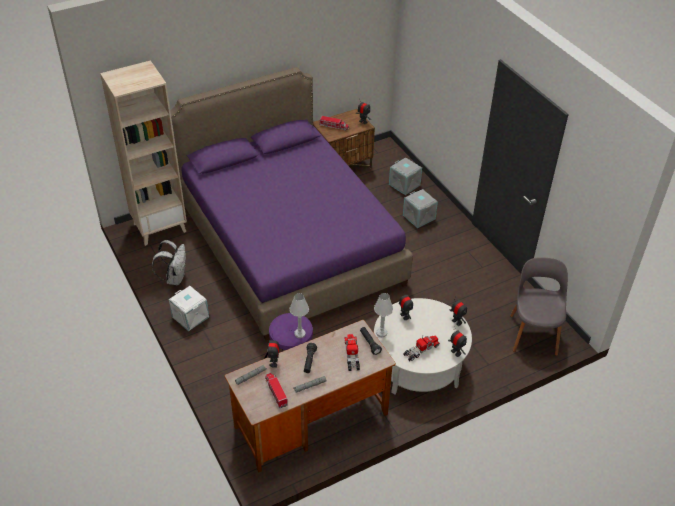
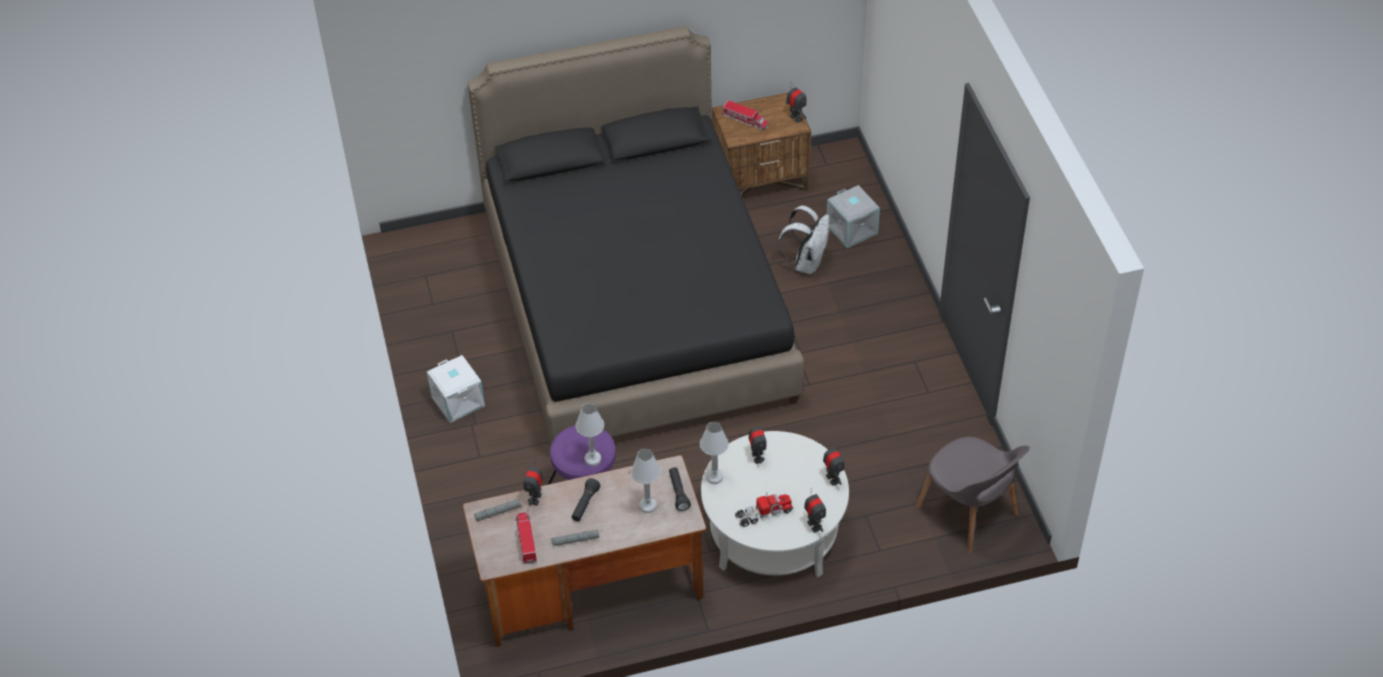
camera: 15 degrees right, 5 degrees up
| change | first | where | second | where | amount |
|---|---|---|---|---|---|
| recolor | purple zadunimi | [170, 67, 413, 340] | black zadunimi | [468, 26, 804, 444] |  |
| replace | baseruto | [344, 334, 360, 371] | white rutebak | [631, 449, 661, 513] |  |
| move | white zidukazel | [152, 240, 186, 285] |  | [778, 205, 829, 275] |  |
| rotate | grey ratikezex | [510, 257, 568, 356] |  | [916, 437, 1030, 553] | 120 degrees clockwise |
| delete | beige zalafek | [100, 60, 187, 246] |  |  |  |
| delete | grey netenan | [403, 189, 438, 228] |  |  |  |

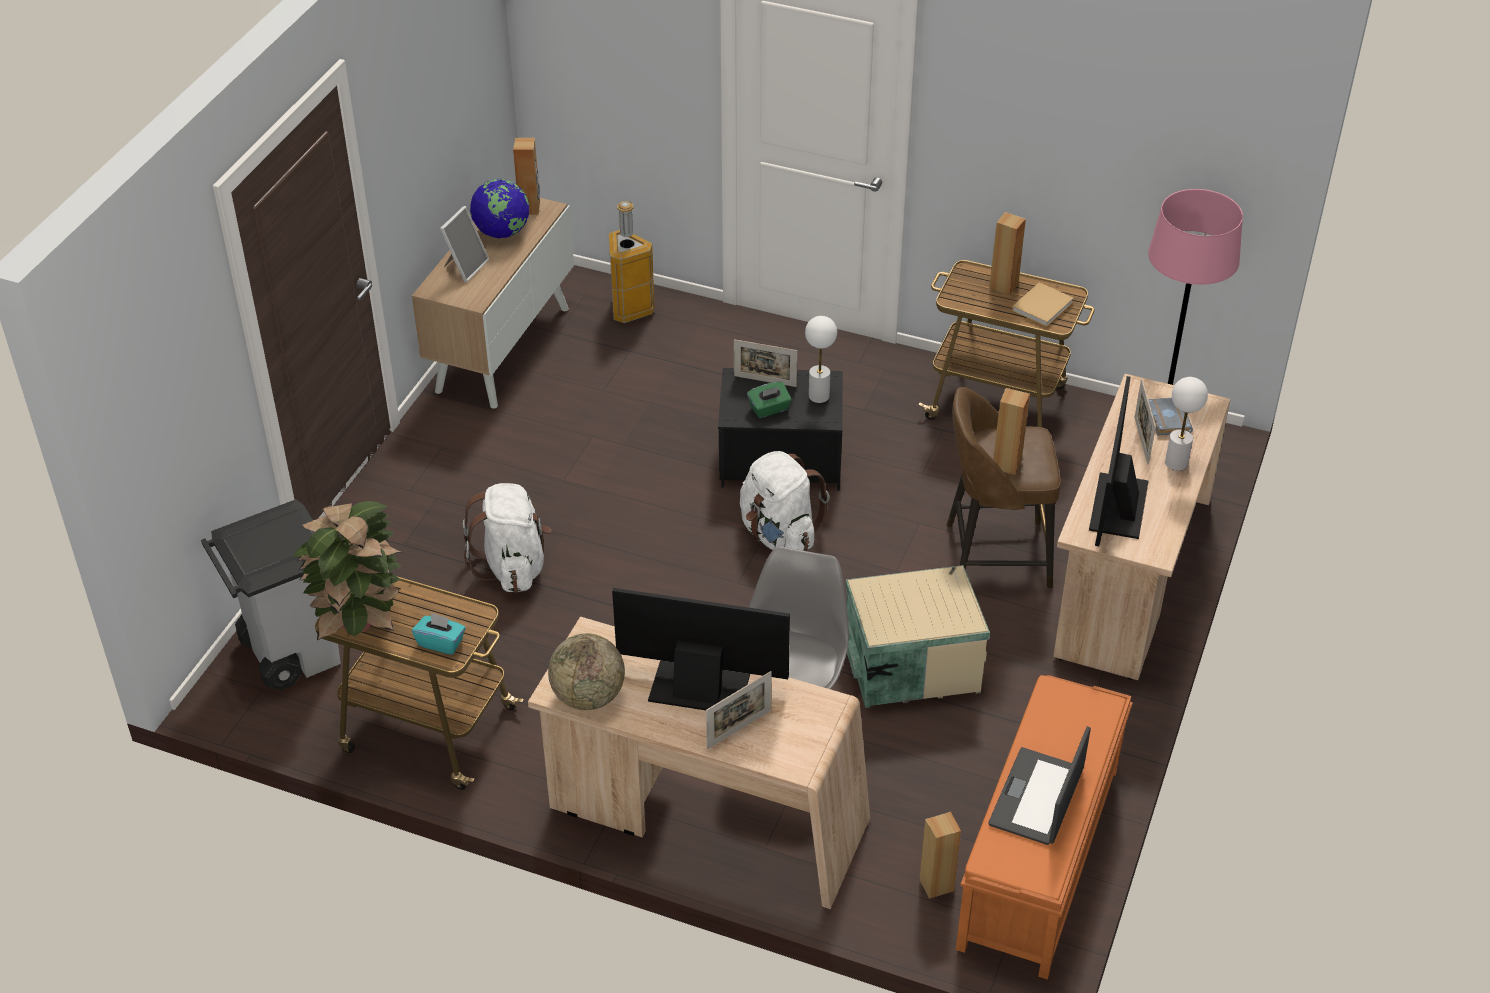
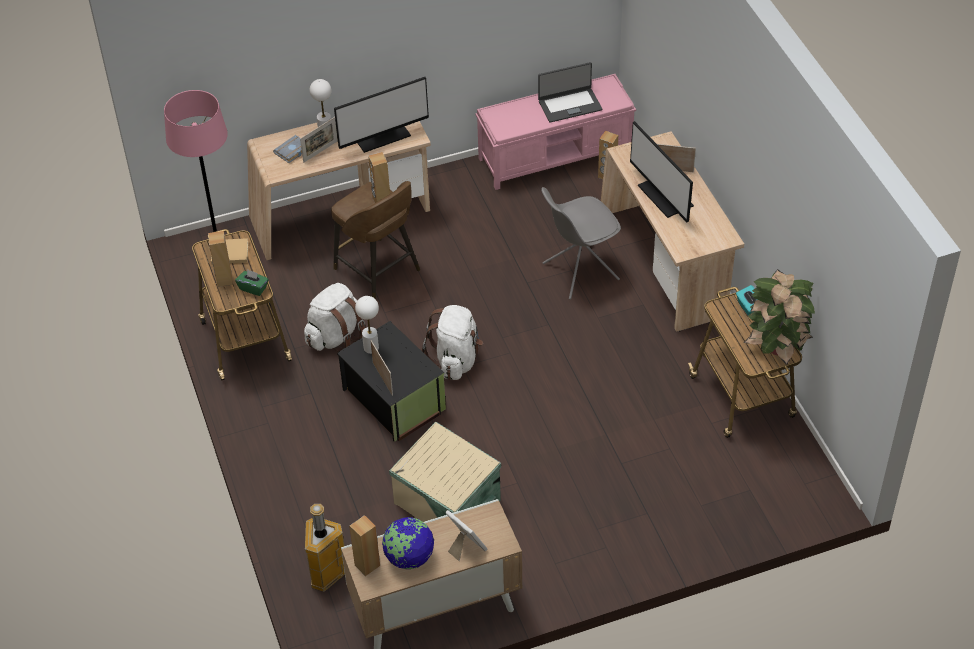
camera: 130 degrees left, 5 degrees up
| change | first | where | second | where | amount |
|---|---|---|---|---|---|
| move | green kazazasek | [747, 382, 792, 418] |  | [235, 269, 268, 296] |  |
| move | white zidukazel | [462, 483, 551, 593] |  | [304, 283, 365, 352] |  |
| move | beige netenan | [845, 565, 990, 708] |  | [389, 422, 501, 522] |  |
| rotate | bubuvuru | [440, 206, 490, 282] |  | [446, 510, 487, 561] | 60 degrees clockwise |
| recolor | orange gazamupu | [956, 675, 1133, 979] | pink gazamupu | [475, 74, 636, 190] |  |
| delete | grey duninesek | [201, 499, 341, 690] |  |  |  |
| delete | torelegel | [548, 633, 625, 710] |  |  |  |

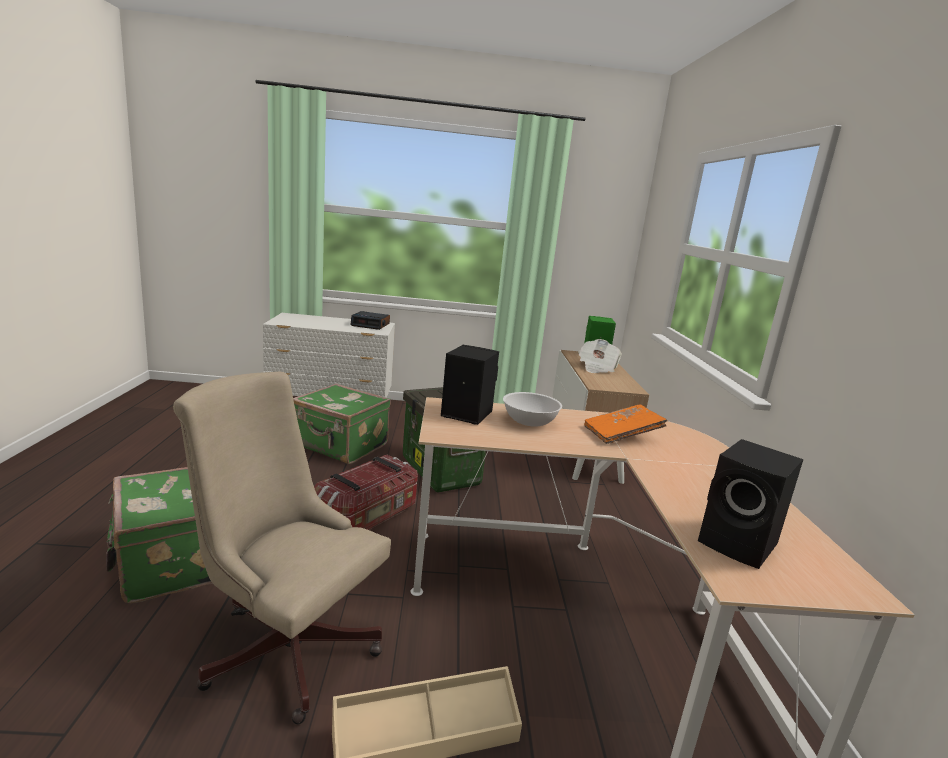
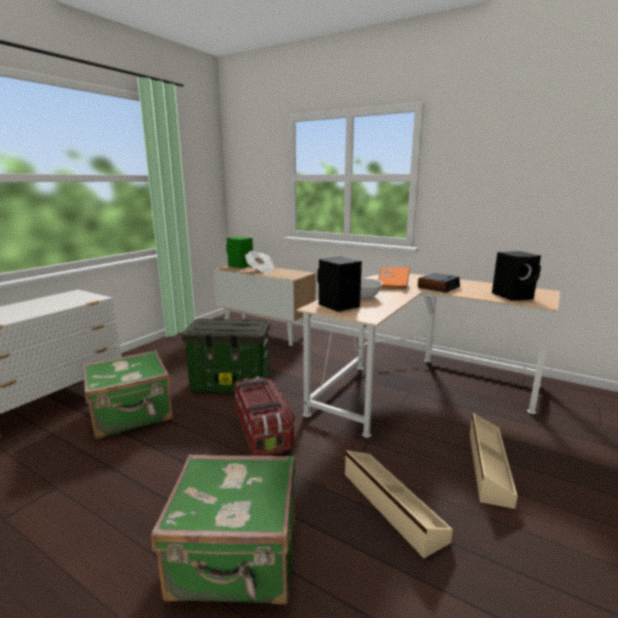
camera: 55 degrees left, 0 degrees up
| change | first | where | second | where | amount |
|---|---|---|---|---|---|
| replace | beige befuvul | [173, 372, 391, 724] | beige netenan | [345, 450, 453, 558] |  |
| move | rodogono | [350, 311, 390, 330] |  | [418, 273, 460, 293] |  |

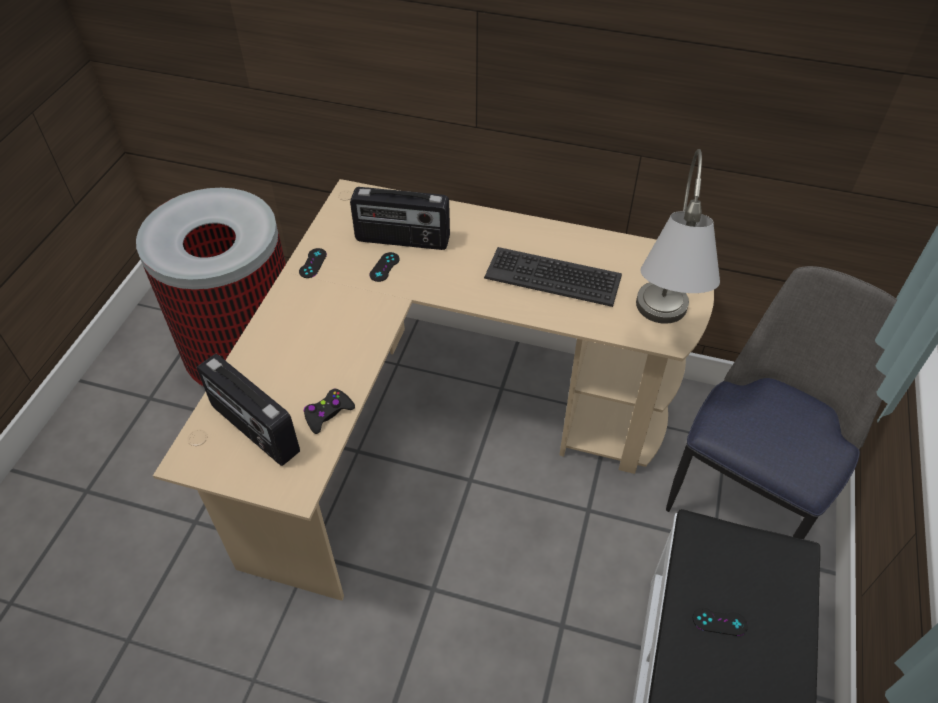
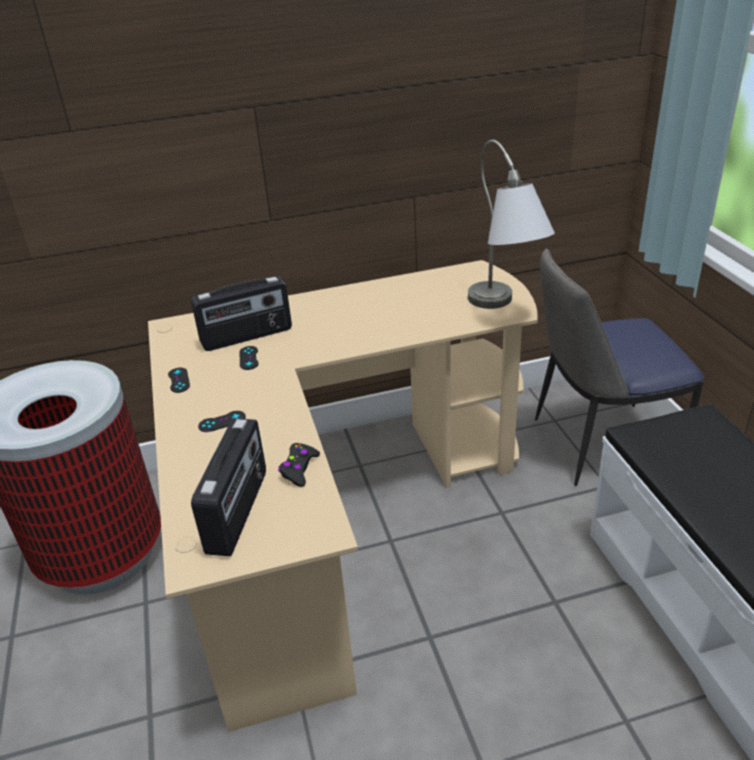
camera: 30 degrees left, 15 degrees down
| change | first | where | second | where | amount |
|---|---|---|---|---|---|
| rotate | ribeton | [197, 354, 300, 466] |  | [191, 418, 266, 556] | 90 degrees counterclockwise |
| move | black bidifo | [693, 608, 748, 636] |  | [198, 411, 246, 432] |  |
| rotate | ratikezex | [666, 266, 898, 539] |  | [535, 248, 705, 486] | 105 degrees counterclockwise |
| delete | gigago | [484, 247, 622, 307] |  |  |  |

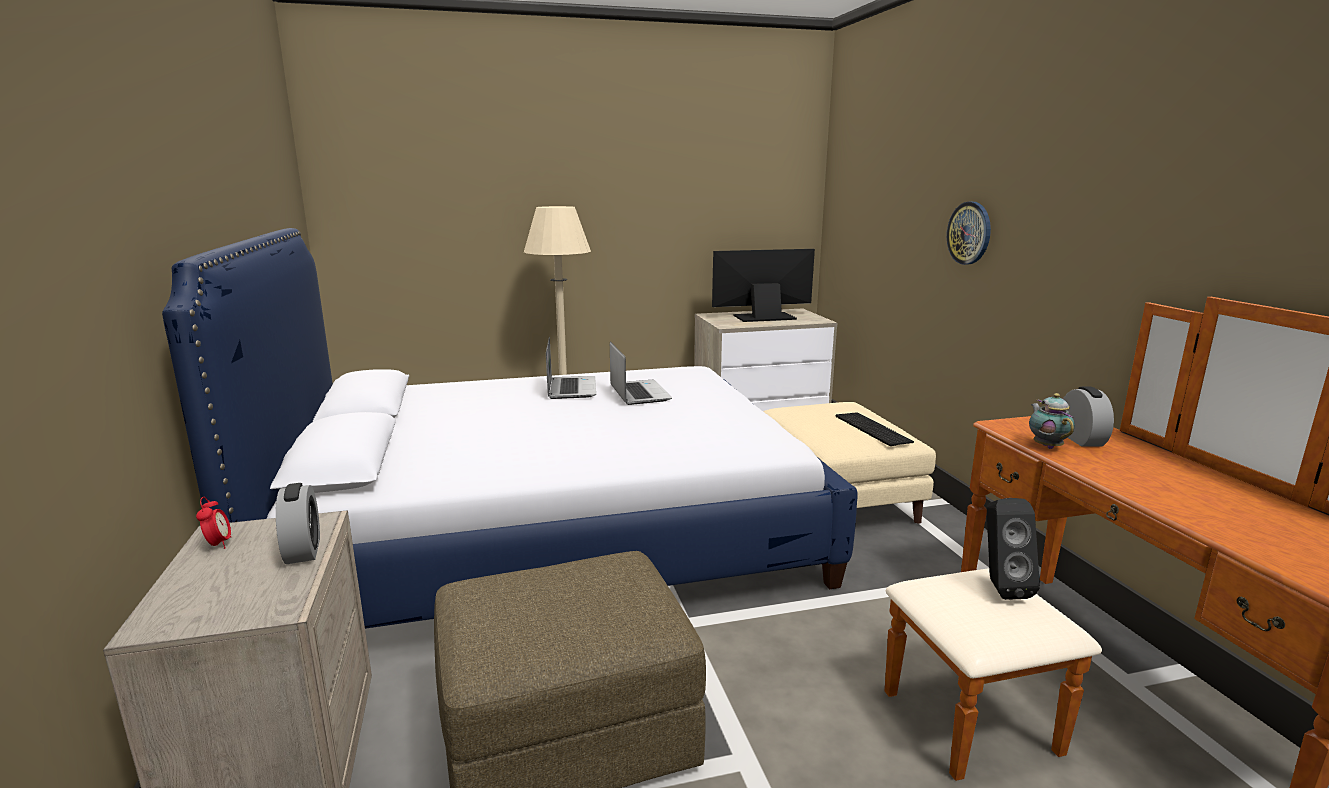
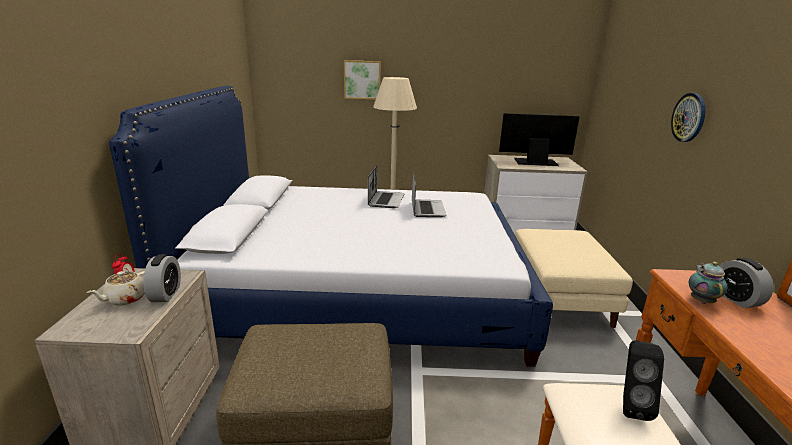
camera: 15 degrees right, 5 degrees up
| change | first | where | second | where | amount |
|---|---|---|---|---|---|
| insert |  |  | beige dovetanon | [87, 271, 145, 305] |  |
| insert |  |  | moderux | [344, 60, 381, 100] |  |
| rotate | rodogono | [1063, 387, 1114, 447] |  | [720, 258, 774, 308] | 150 degrees clockwise |
| delete | gigago | [836, 412, 914, 446] |  |  |  |

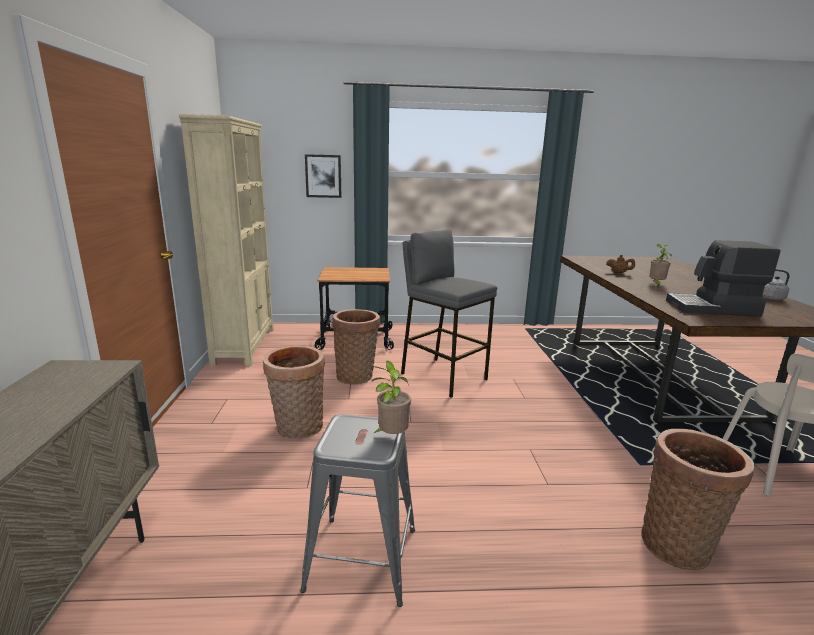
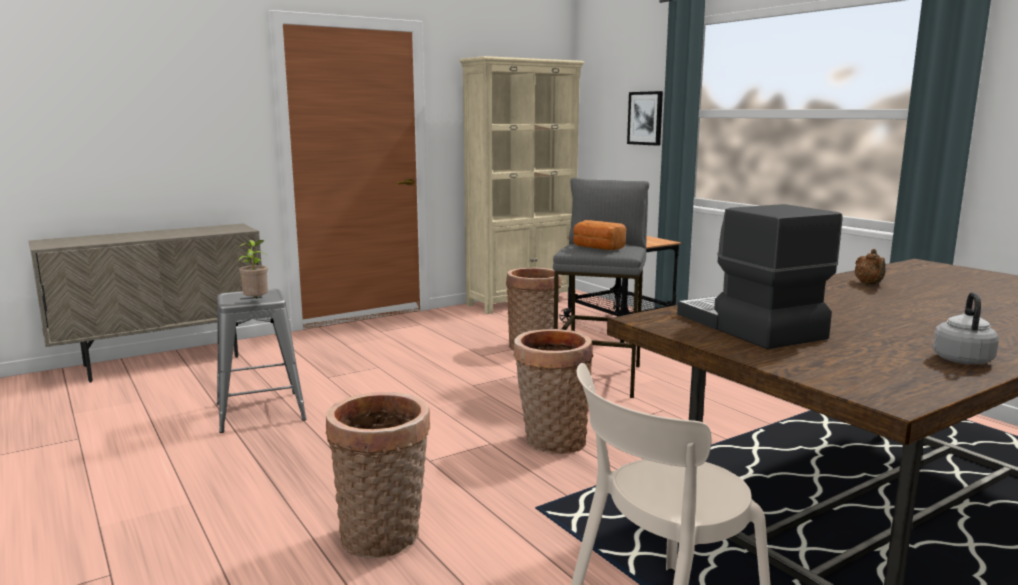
camera: 60 degrees right, 5 degrees down
| change | first | where | second | where | amount |
|---|---|---|---|---|---|
| move | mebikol | [263, 345, 325, 439] |  | [513, 329, 593, 454] |  |
| insert |  |  | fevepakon | [573, 220, 626, 250] |  |
| delete | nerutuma | [649, 244, 672, 287] |  |  |  |

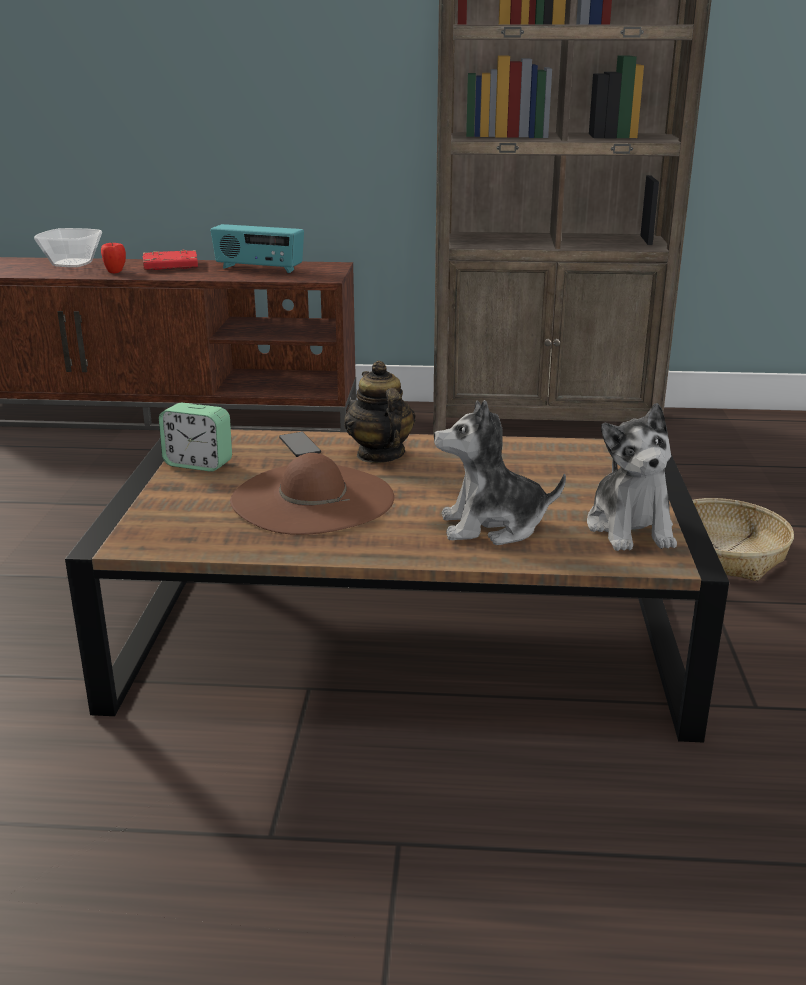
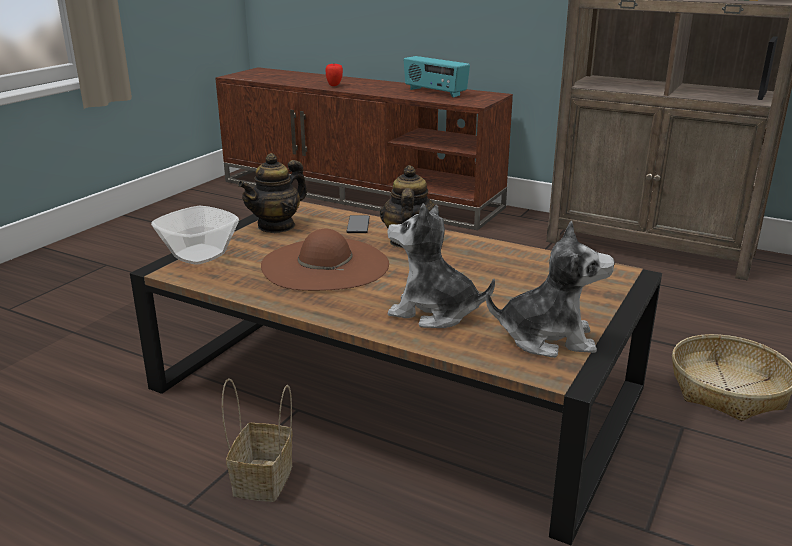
camera: 25 degrees right, 0 degrees up
| change | first | where | second | where | amount |
|---|---|---|---|---|---|
| move | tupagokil | [34, 228, 102, 267] |  | [151, 206, 239, 265] |  |
| insert |  |  | mebikol | [222, 378, 293, 502] |  |
| replace | rodogono | [159, 403, 232, 472] | dovetanon | [238, 153, 307, 233] |  |
| rotate | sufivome | [587, 403, 677, 551] |  | [486, 221, 615, 358] | 105 degrees counterclockwise |
| delete | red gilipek | [143, 250, 198, 270] |  |  |  |

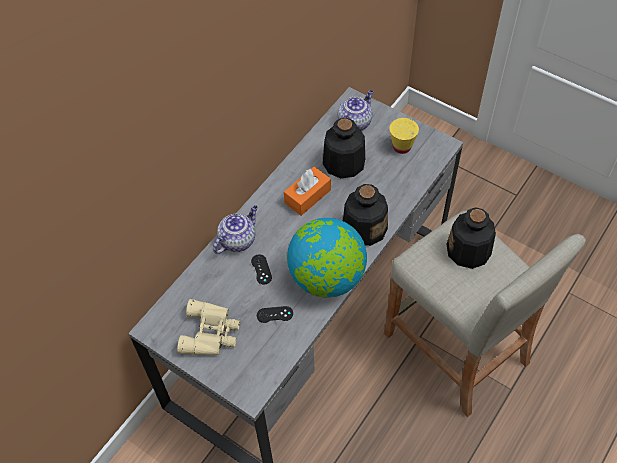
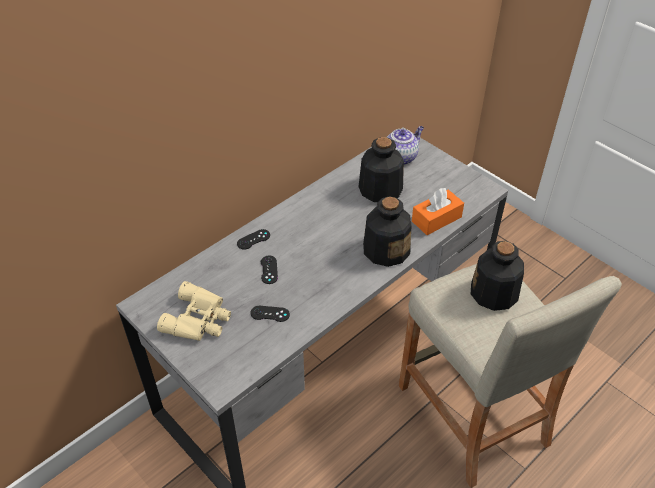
camera: 10 degrees right, 10 degrees down
| change | first | where | second | where | amount |
|---|---|---|---|---|---|
| replace | dovetanon | [213, 205, 258, 254] | black bidifo | [237, 229, 270, 250] |  |
| move | orange kazazasek | [284, 166, 331, 216] |  | [412, 188, 464, 235] |  |
| delete | torelegel | [287, 218, 367, 298] |  |  |  |
| delete | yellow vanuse | [389, 118, 419, 154] |  |  |  |

